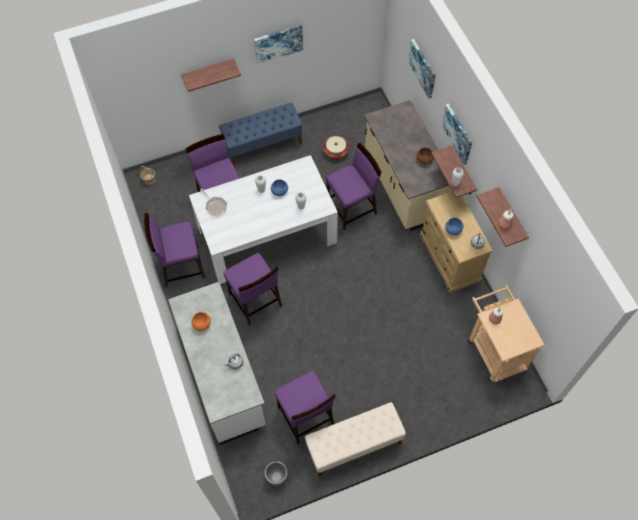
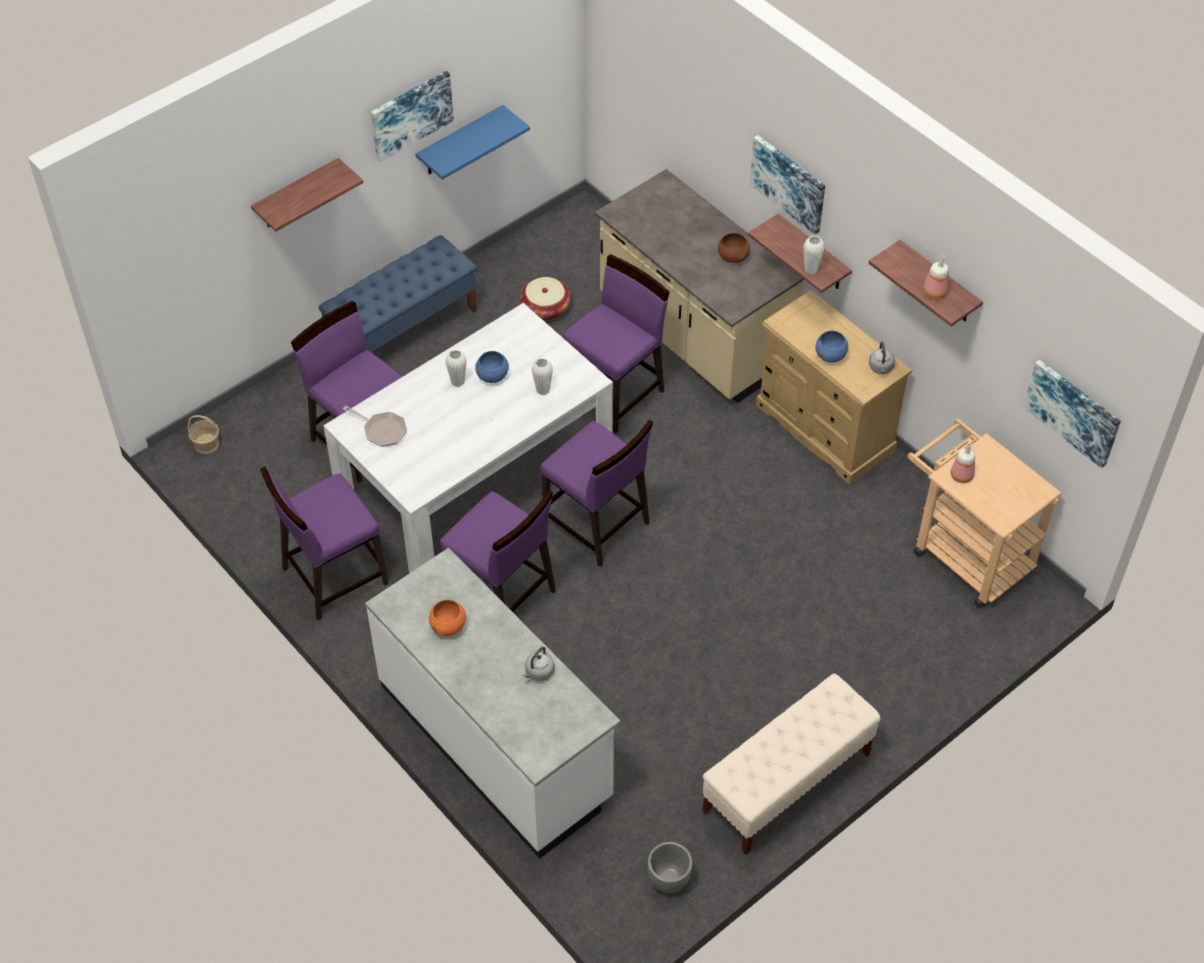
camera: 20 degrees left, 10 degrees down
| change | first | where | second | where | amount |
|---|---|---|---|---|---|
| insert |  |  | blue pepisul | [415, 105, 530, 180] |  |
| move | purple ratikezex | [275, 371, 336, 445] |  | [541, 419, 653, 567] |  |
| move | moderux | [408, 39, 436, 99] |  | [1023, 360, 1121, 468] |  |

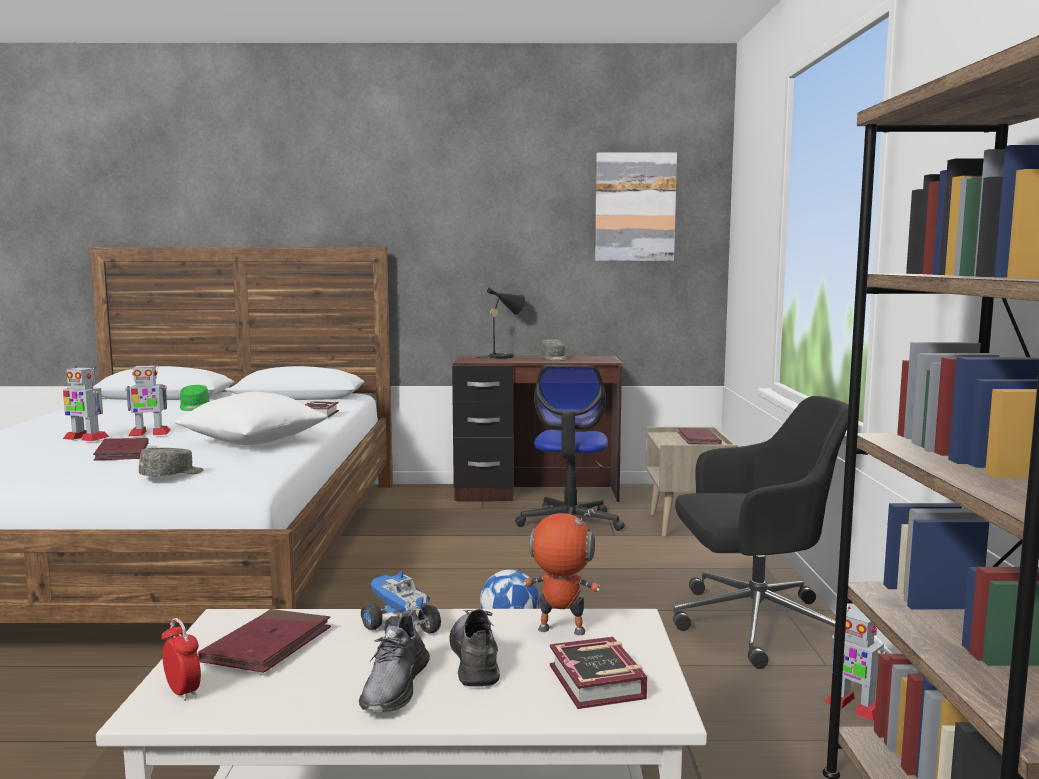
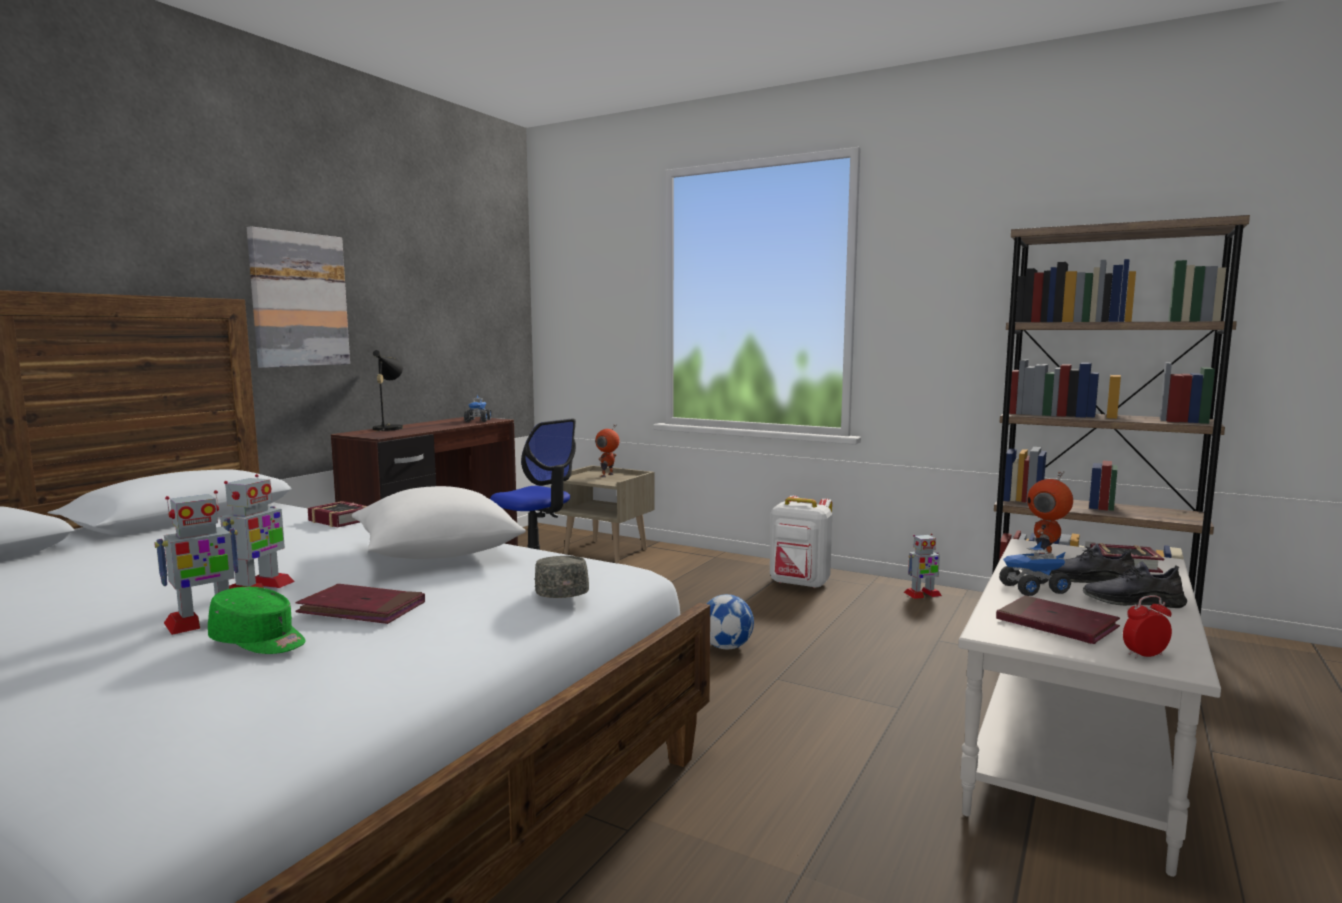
camera: 60 degrees left, 0 degrees up
| change | first | where | second | where | amount |
|---|---|---|---|---|---|
| move | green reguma | [180, 385, 209, 411] |  | [208, 587, 306, 654] |  |
| move | moderux | [595, 153, 677, 261] |  | [247, 226, 350, 368] |  |
| insert |  |  | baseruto | [464, 395, 492, 422] |  |
| replace | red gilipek | [678, 428, 722, 445] | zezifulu | [595, 424, 620, 477] |  |
| replace | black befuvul | [673, 396, 849, 669] | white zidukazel | [770, 496, 832, 589] |  |
| rotate | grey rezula | [359, 611, 430, 712] |  | [1083, 561, 1187, 608] | 150 degrees clockwise |
| delete | grey reguma | [541, 339, 566, 361] |  |  |  |

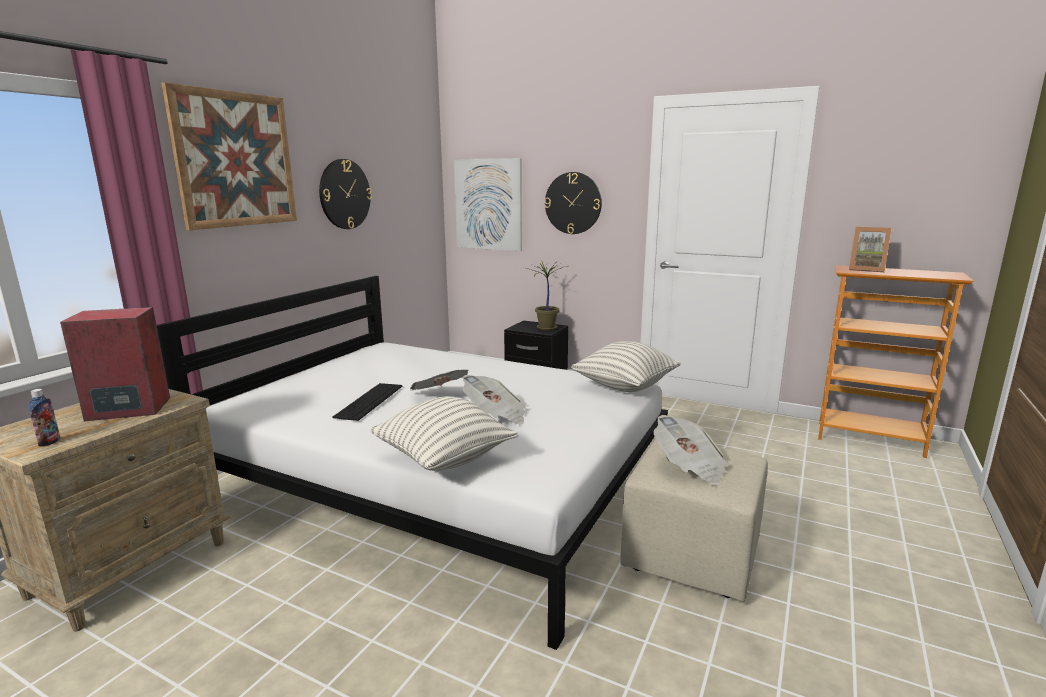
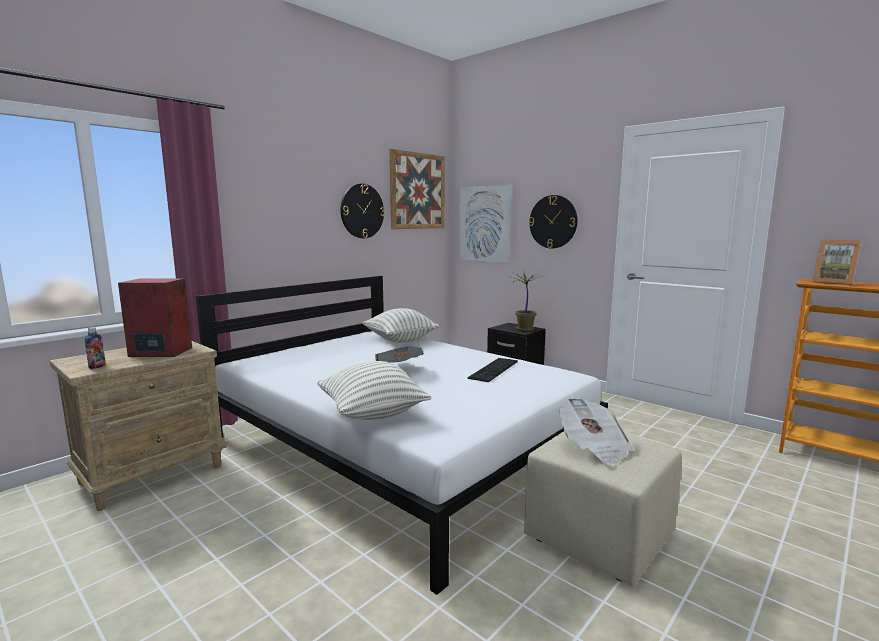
camera: 15 degrees right, 5 degrees down
| change | first | where | second | where | amount |
|---|---|---|---|---|---|
| move | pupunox | [571, 341, 681, 392] |  | [363, 308, 439, 343] |  |
| move | moderux | [161, 82, 297, 230] |  | [390, 149, 444, 229] |  |
| move | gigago | [332, 383, 402, 421] |  | [467, 358, 518, 382] |  |
| delete | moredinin | [463, 375, 526, 424] |  |  |  |

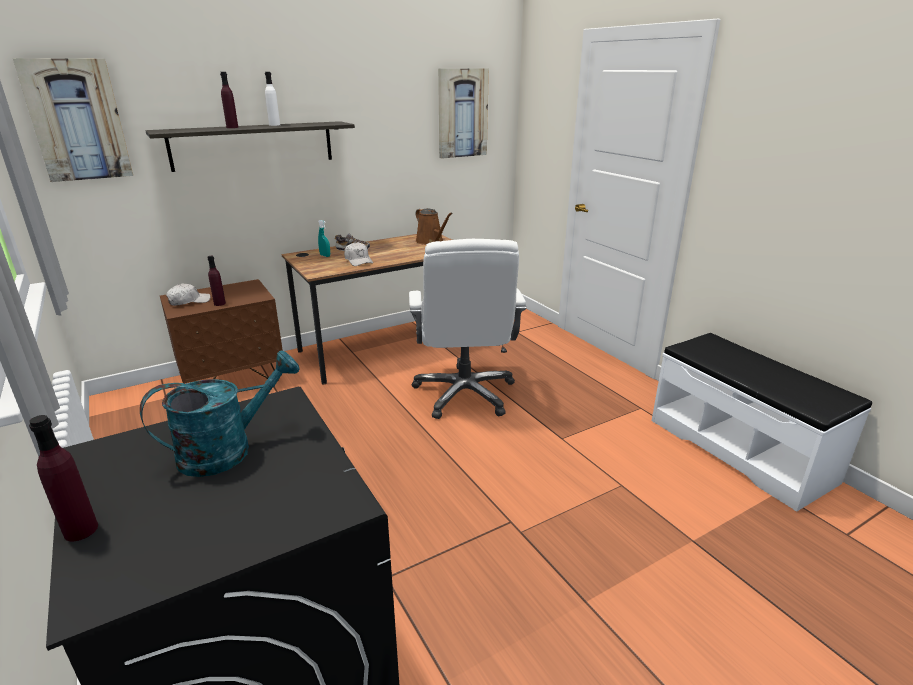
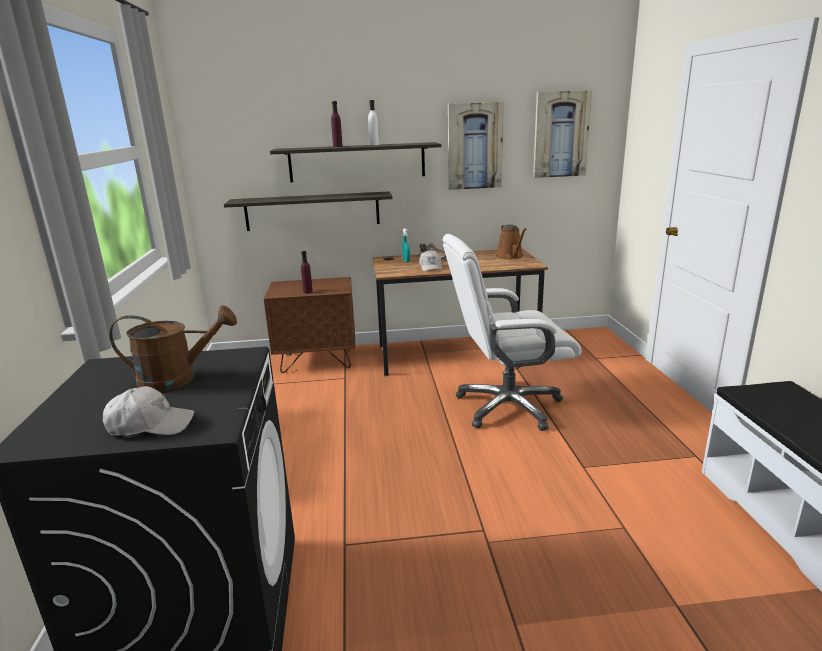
camera: 25 degrees right, 5 degrees down
| change | first | where | second | where | amount |
|---|---|---|---|---|---|
| move | white reguma | [166, 283, 211, 306] |  | [103, 386, 194, 436] |  |
| recolor | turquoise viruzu | [140, 351, 300, 477] | brown viruzu | [110, 306, 237, 392] |  |
| insert |  |  | pepisul | [224, 191, 392, 231] |  |
| rotate | white befuvul | [409, 239, 527, 419] |  | [443, 234, 581, 431] | 60 degrees clockwise |
| move | moderux | [13, 58, 133, 182] |  | [448, 102, 503, 190] |  |
| delete | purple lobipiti | [29, 415, 98, 542] |  |  |  |

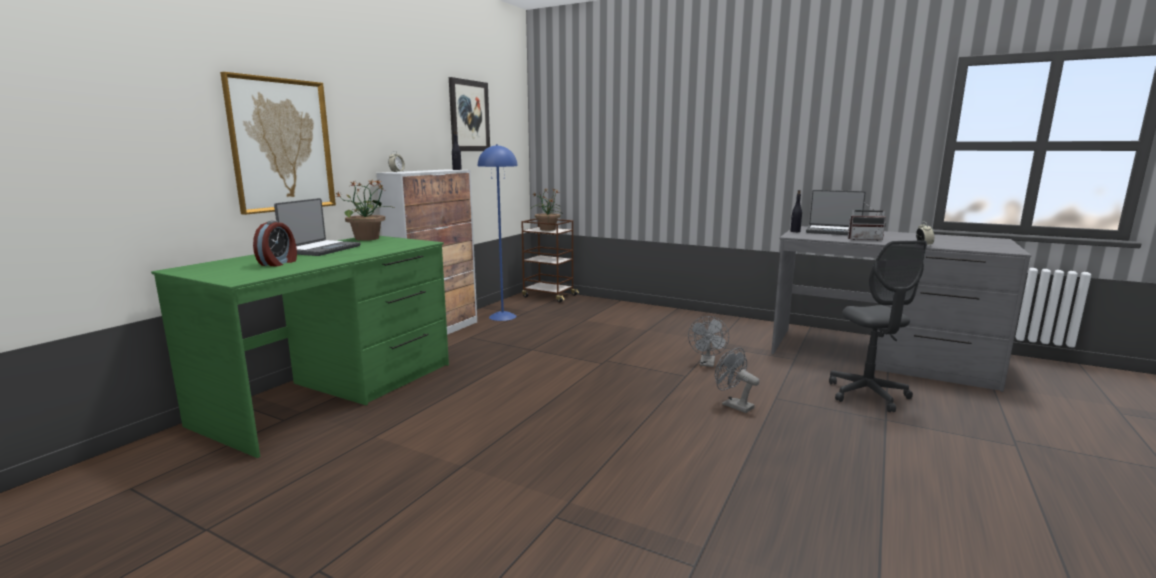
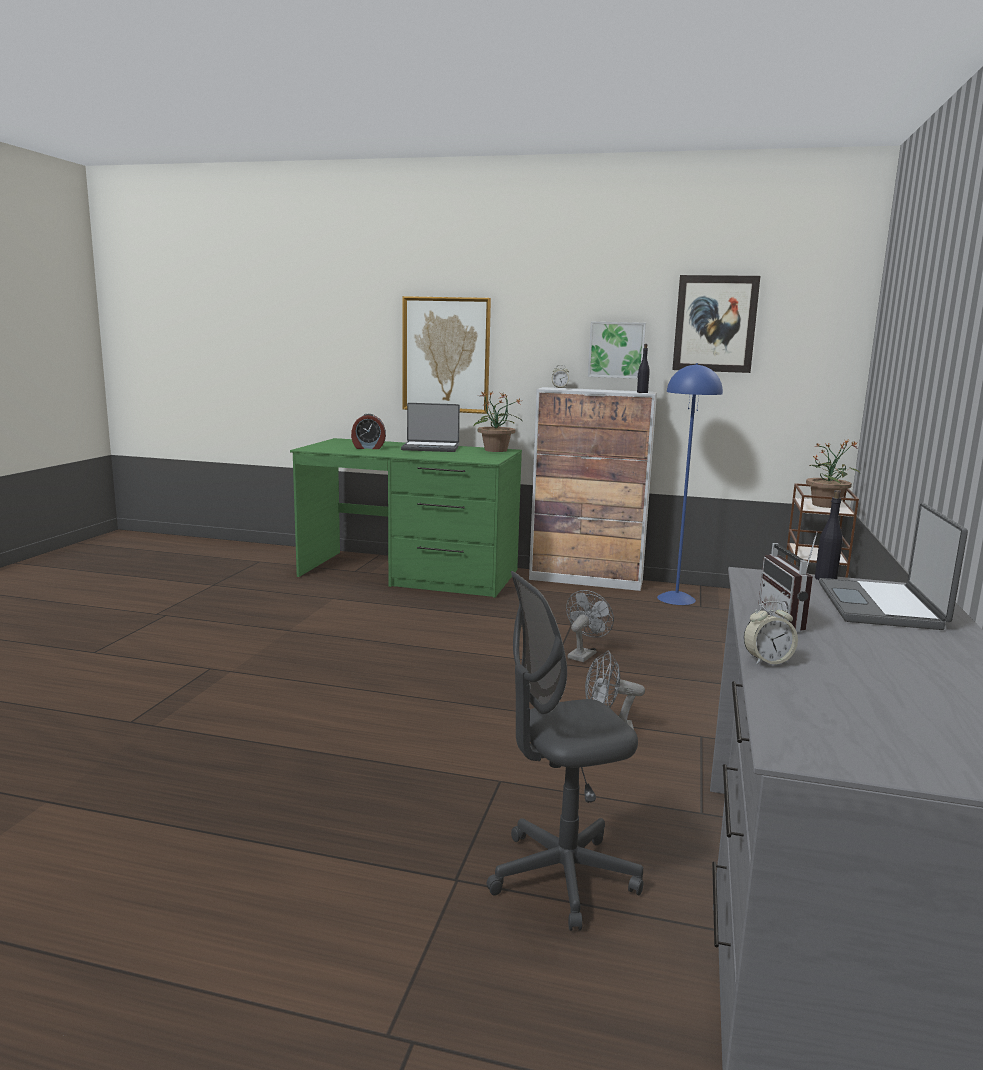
camera: 75 degrees right, 0 degrees up
| change | first | where | second | where | amount |
|---|---|---|---|---|---|
| move | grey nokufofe | [715, 347, 760, 413] |  | [566, 590, 614, 662] |  |
| insert |  |  | moderux | [588, 322, 646, 379] |  |

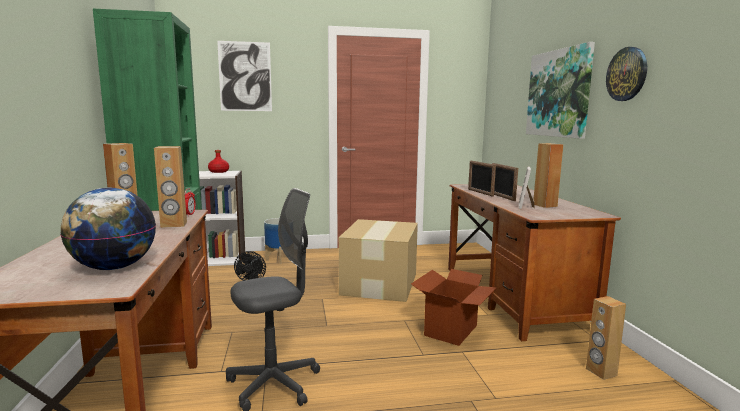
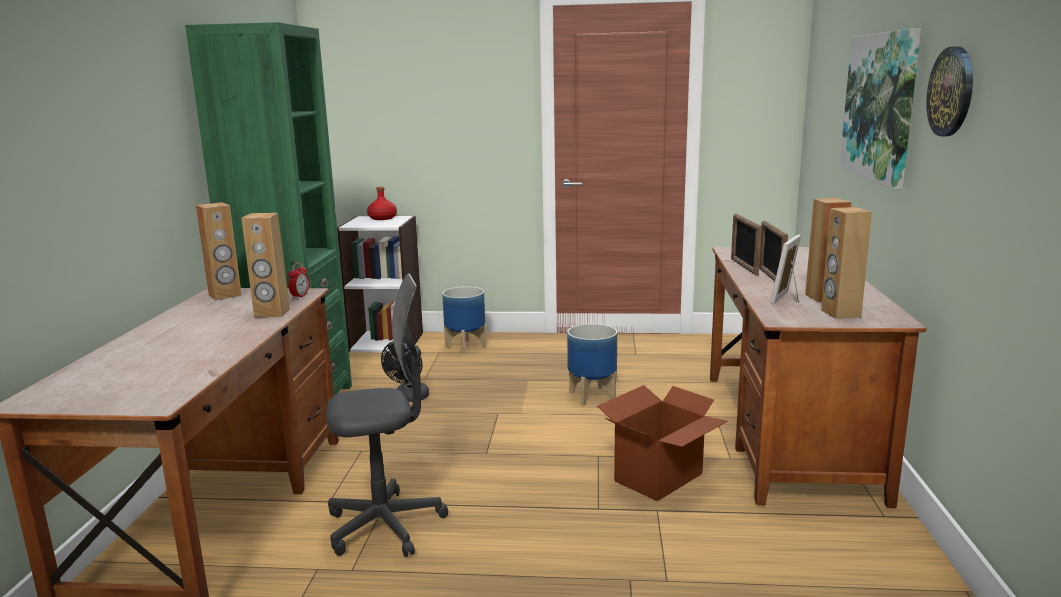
camera: 15 degrees right, 5 degrees up
| change | first | where | second | where | amount |
|---|---|---|---|---|---|
| replace | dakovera | [339, 219, 418, 302] | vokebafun | [567, 324, 617, 405] |  |
| move | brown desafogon | [586, 296, 626, 380] |  | [821, 207, 872, 319] |  |
| delete | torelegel | [60, 188, 156, 270] |  |  |  |
| delete | moderux | [217, 41, 272, 111] |  |  |  |

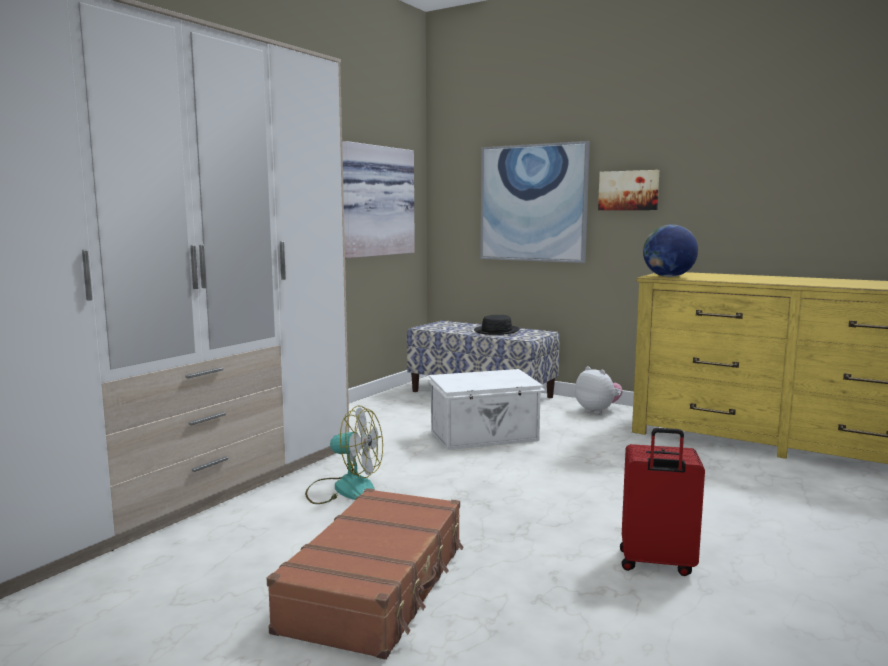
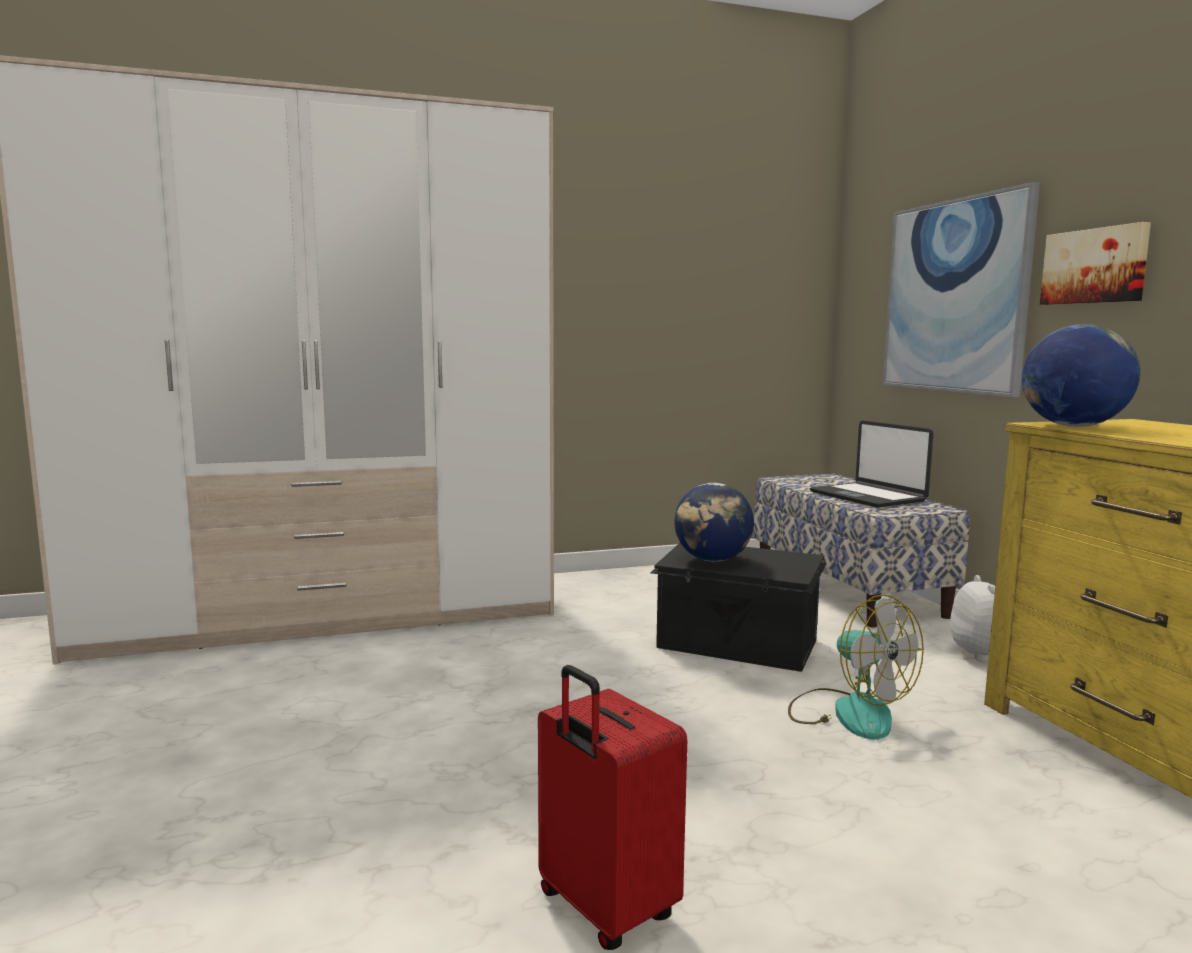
camera: 40 degrees right, 0 degrees up
| change | first | where | second | where | amount |
|---|---|---|---|---|---|
| recolor | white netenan | [427, 369, 546, 450] | black netenan | [650, 543, 827, 672] |  |
| insert |  |  | torelegel | [675, 483, 754, 562] |  |
| move | nokufofe | [305, 405, 383, 504] |  | [788, 594, 924, 740] |  |
| replace | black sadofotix | [474, 315, 520, 335] | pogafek | [810, 421, 933, 508] |  |
| delete | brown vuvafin | [266, 488, 464, 660] |  |  |  |
| delete | moderux | [342, 141, 415, 258] |  |  |  |

